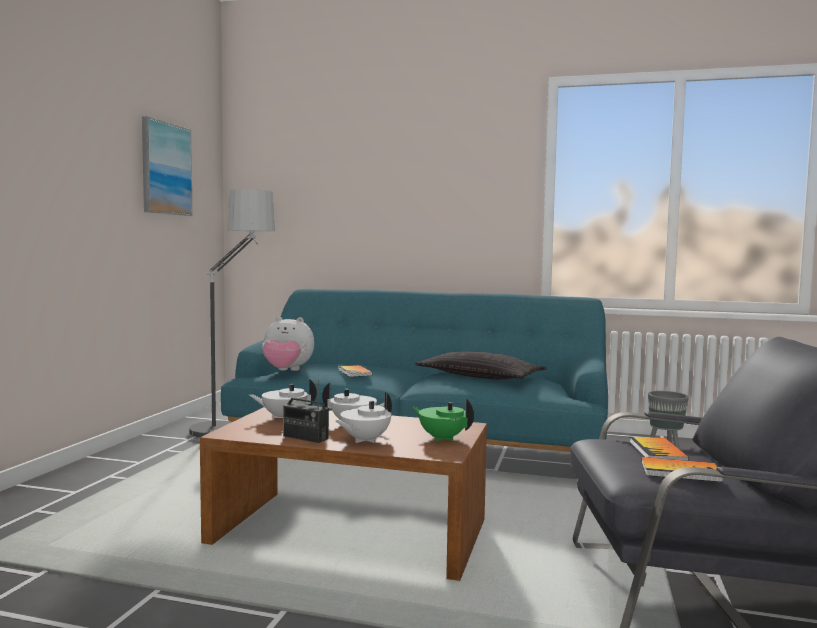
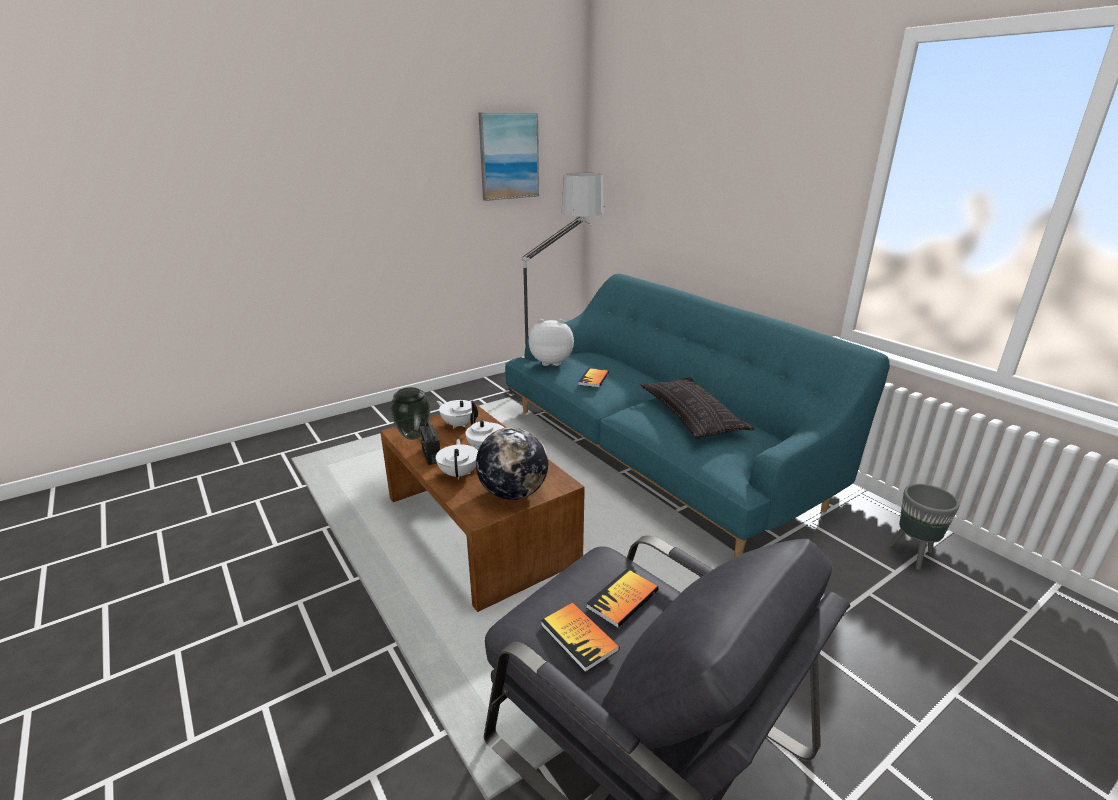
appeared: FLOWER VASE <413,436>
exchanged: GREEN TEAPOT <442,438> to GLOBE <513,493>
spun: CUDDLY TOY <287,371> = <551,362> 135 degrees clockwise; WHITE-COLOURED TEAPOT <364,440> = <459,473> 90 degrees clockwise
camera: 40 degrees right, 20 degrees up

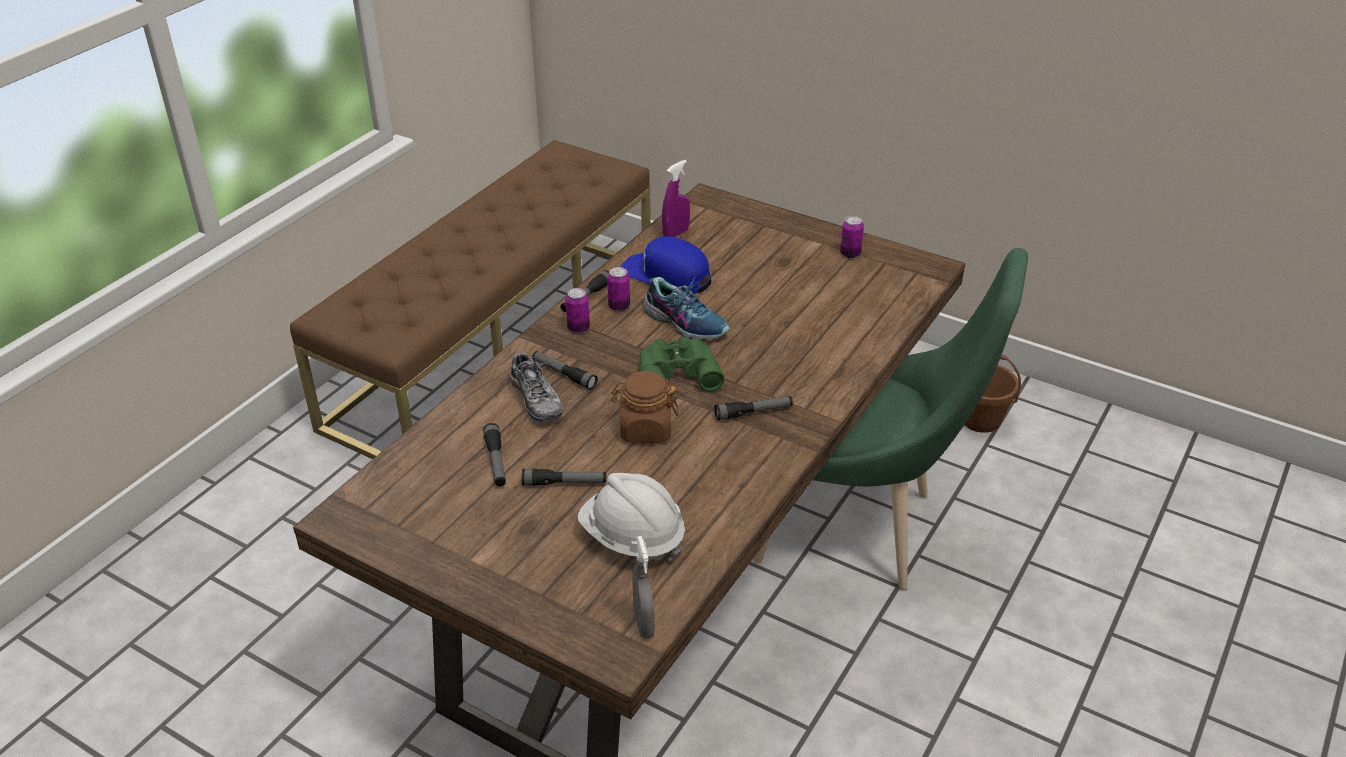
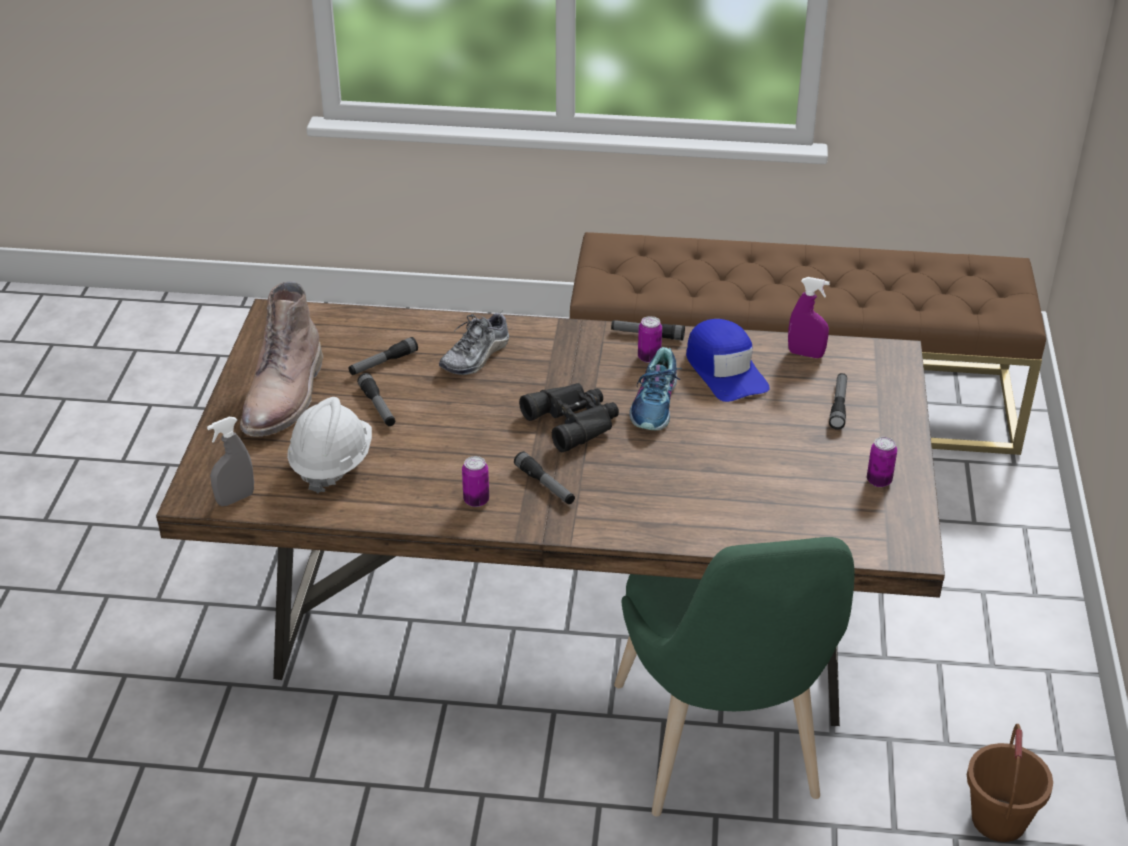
missing: BROWN PRESERVE JAR <645,429>
appeared: BROWN HIGH-TOP BOOT <285,396>
relocated: TORCH <564,374> to <838,405>; METAL CAN <578,328> to <476,500>
colour: GREEN PAIR OF BINOCULARS <676,371> to BLACKISH PAIR OF BINOCULARS <574,421>
spun: BLUE-COLOURED BASEBALL CAP <666,275> = <725,370> 150 degrees clockwise
camera: 65 degrees right, 0 degrees up

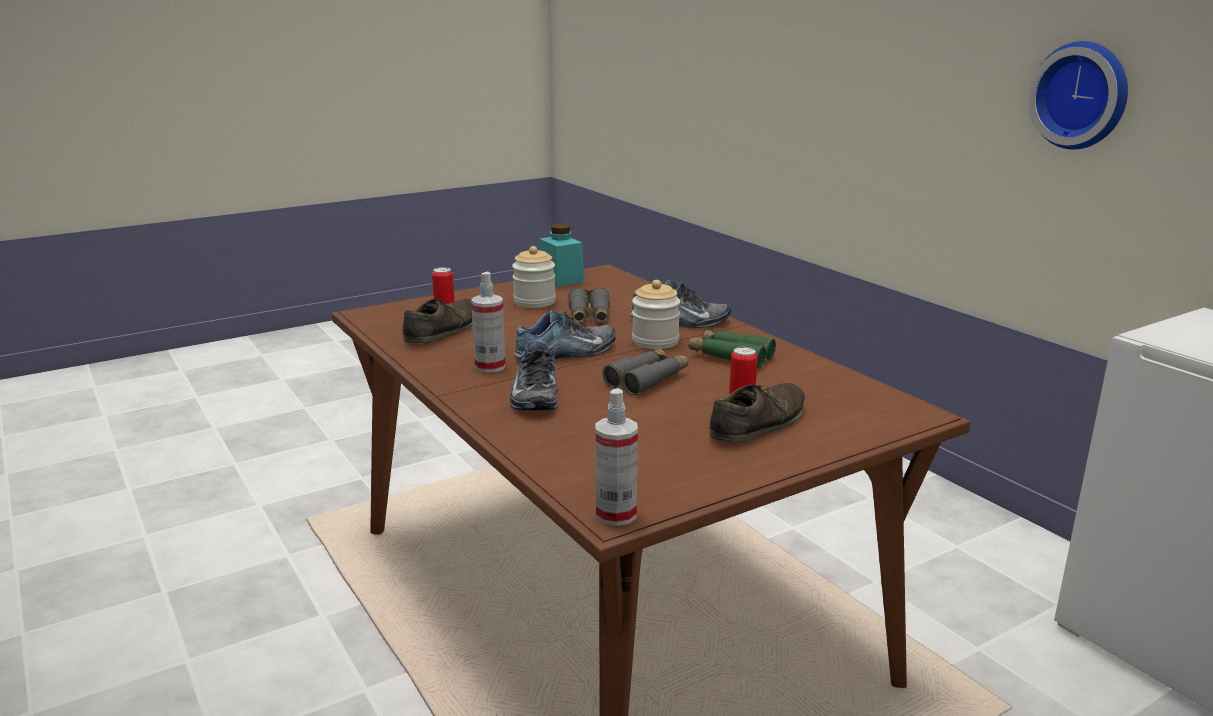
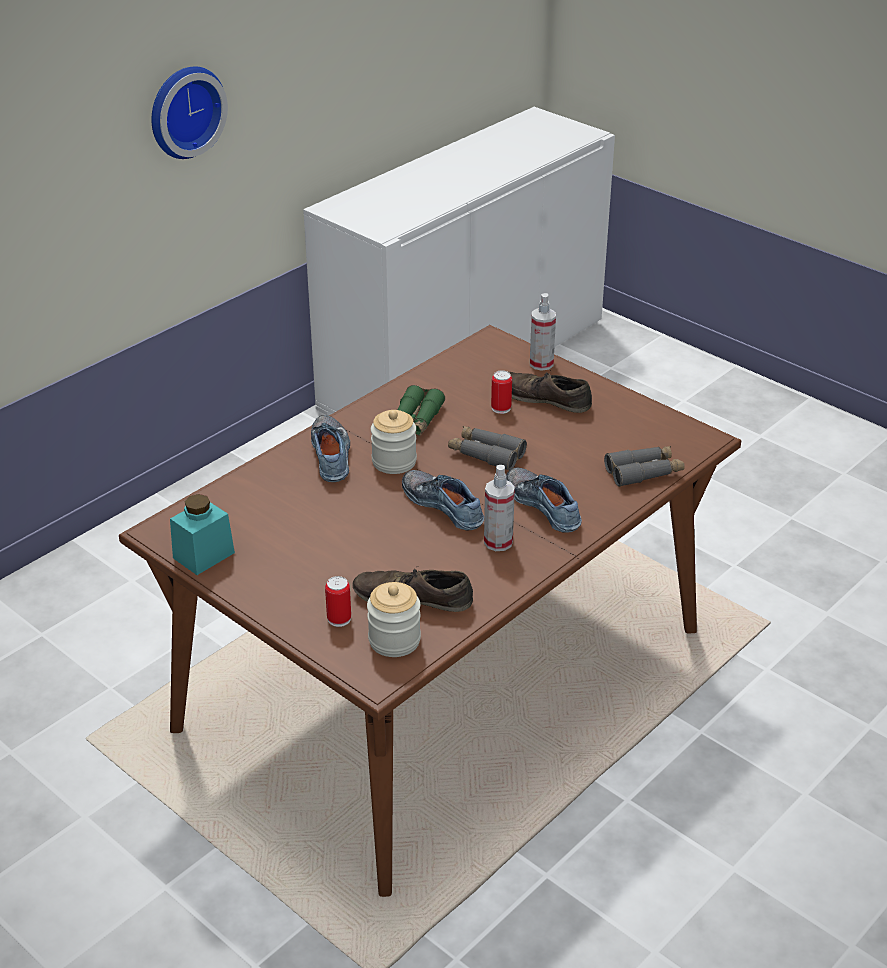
relocated: PRESERVE JAR <534,302> to <394,640>; GREYISH PAIR OF BINOCULARS <589,317> to <644,472>; SPRAY BOTTLE <616,514> to <541,364>
spun: LOW SHOE <533,393> = <545,505> 105 degrees counterclockwise
camera: 105 degrees left, 15 degrees up

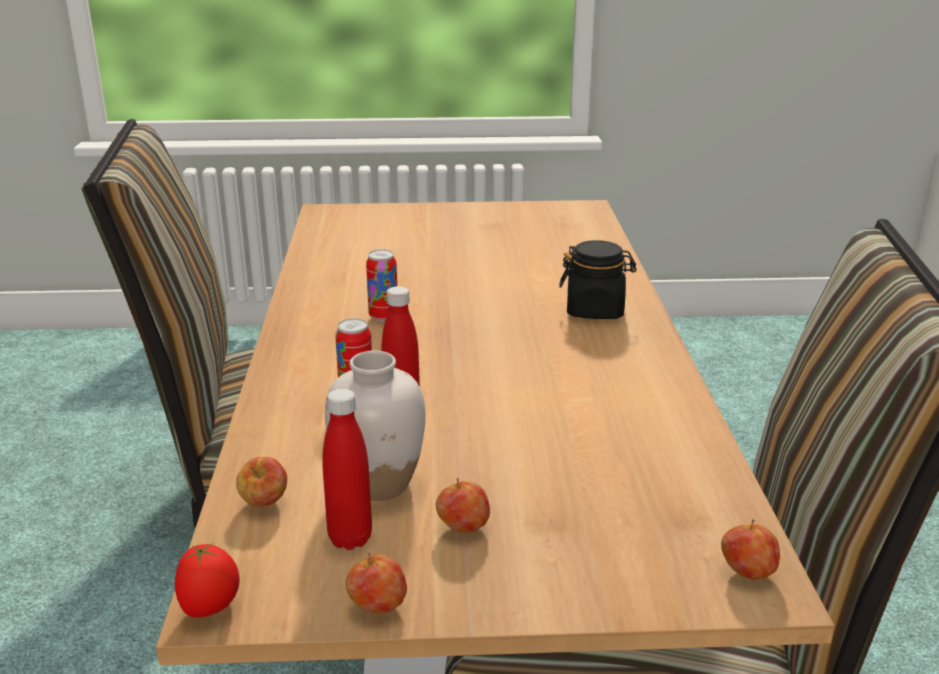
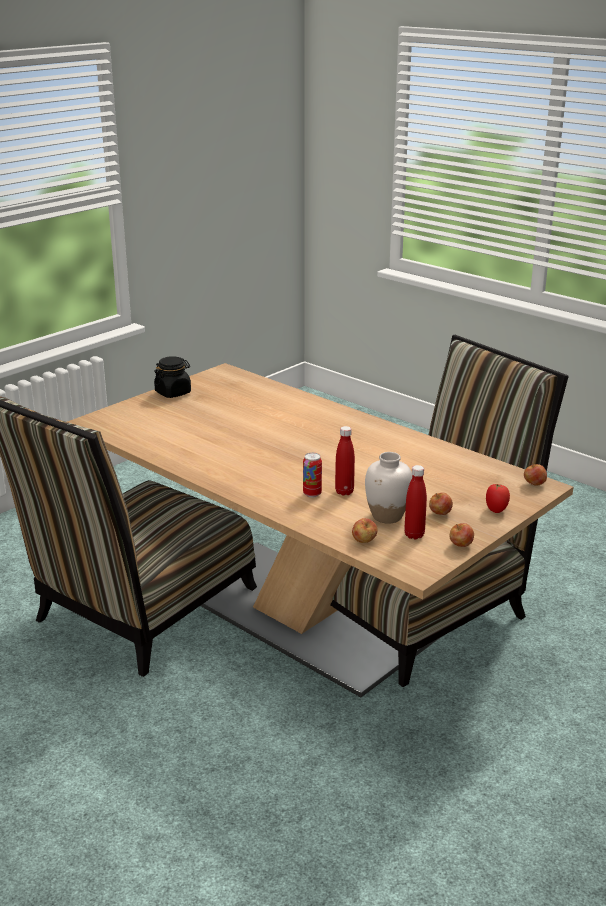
missing: METAL CAN <383,317>
relocated: WHOLE TOMATO <211,609> to <496,510>; BLACKISH PRESERVE JAR <595,310> to <173,393>
camera: 45 degrees left, 0 degrees up

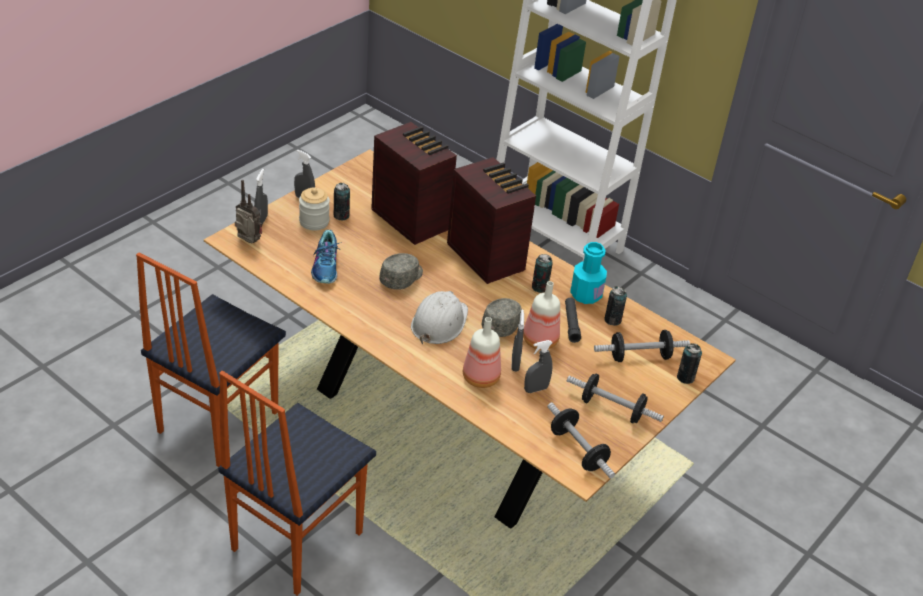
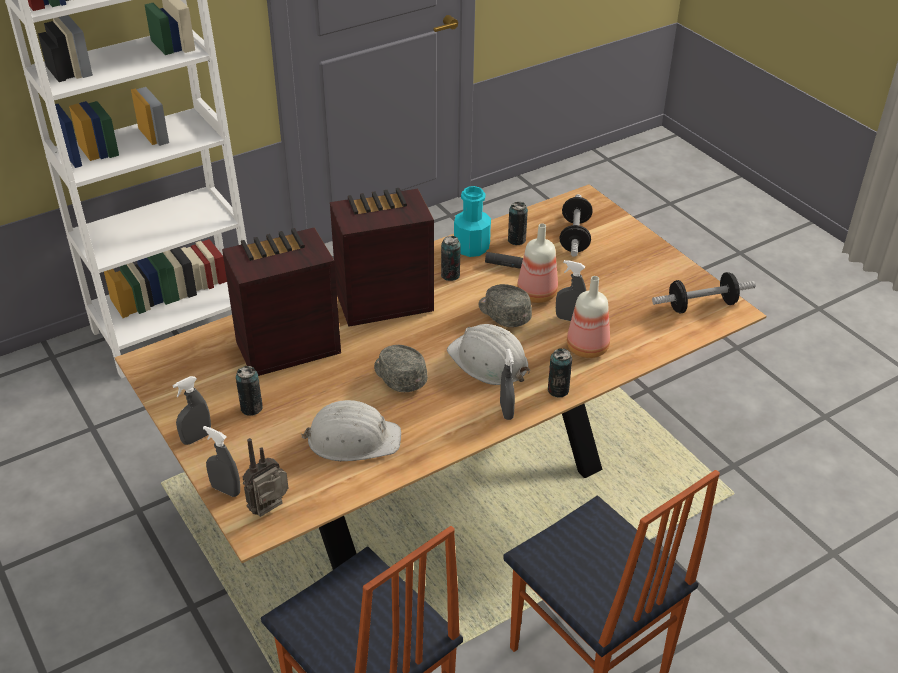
missing: PRESERVE JAR <314,222>; DUMBBELL <612,409>
relocated: GREYISH SPRAY BOTTLE <536,389> to <506,411>; METAL CAN <685,377> to <558,390>
exchanged: LOW SHOE <326,266> to WHITE-COLOURED HARD HAT <353,439>
camera: 70 degrees left, 0 degrees up

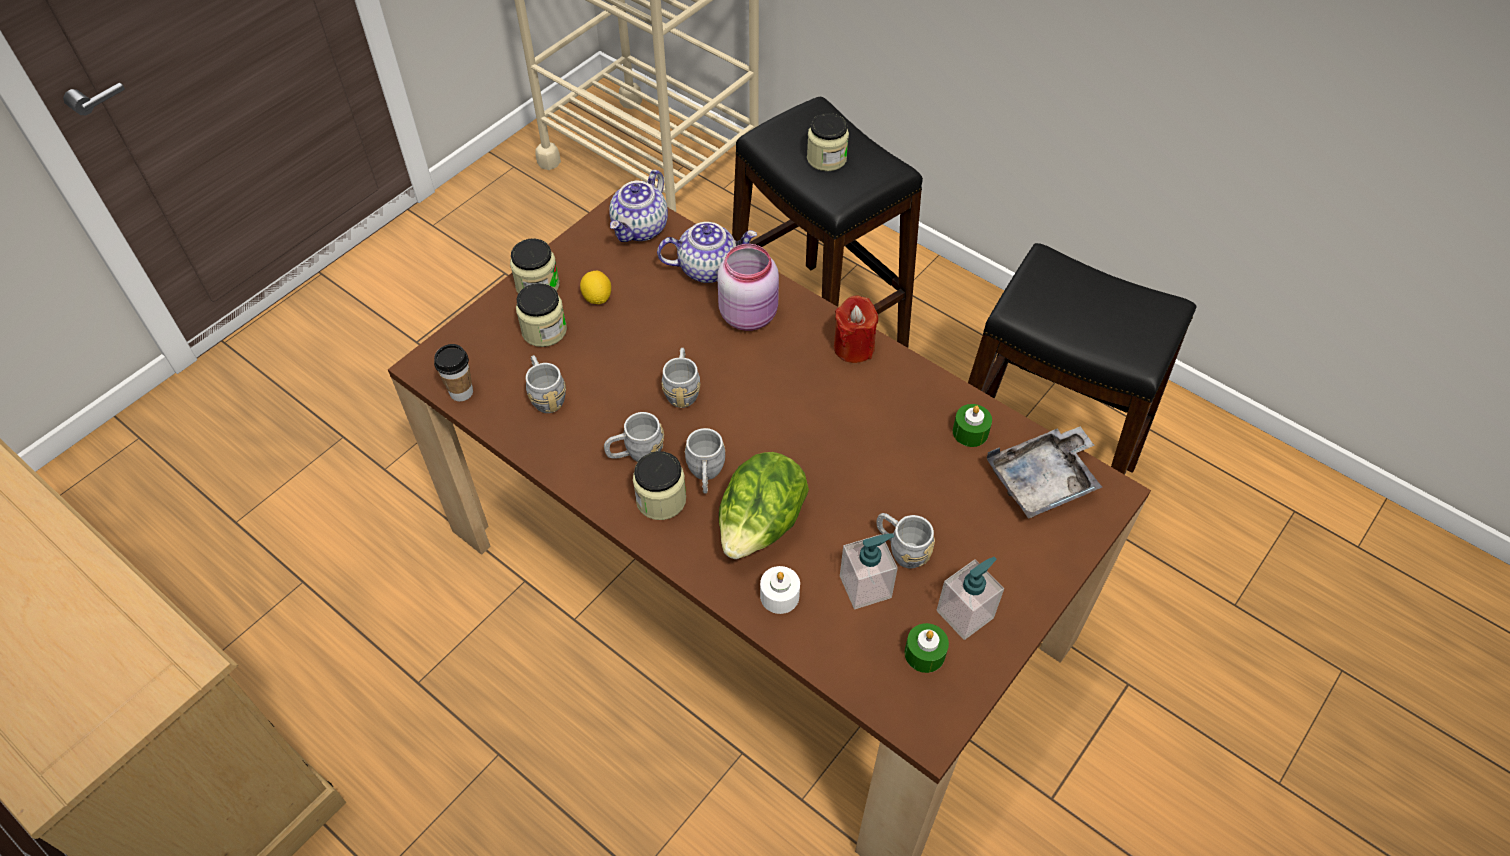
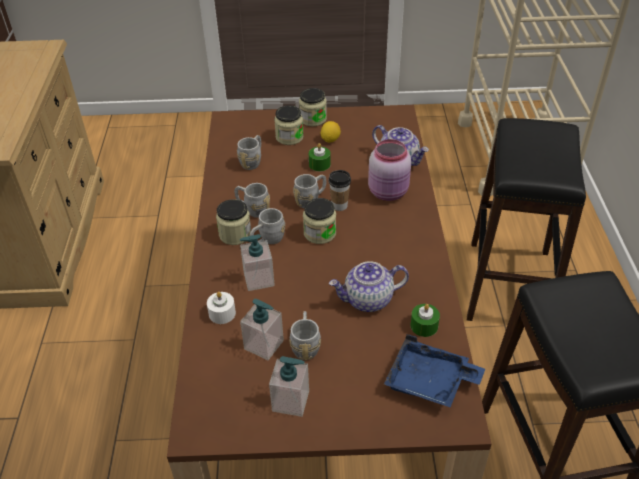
missing: REDDISH WAX CANDLE <853,347>
relocated: SMALL CUP <461,392> to <339,206>; TEAPOT <640,228> to <368,300>; PRESERVE JAR <826,158> to <320,233>; GREEN WAX CANDLE <924,653> to <319,164>
exchanged: HEAD OF LETTUCE <760,526> to SOAP DISPENSER <258,279>
colour: GREYISH CARRYING TRAY <1043,481> to BLUE-COLOURED CARRYING TRAY <429,382>
camera: 50 degrees right, 10 degrees down

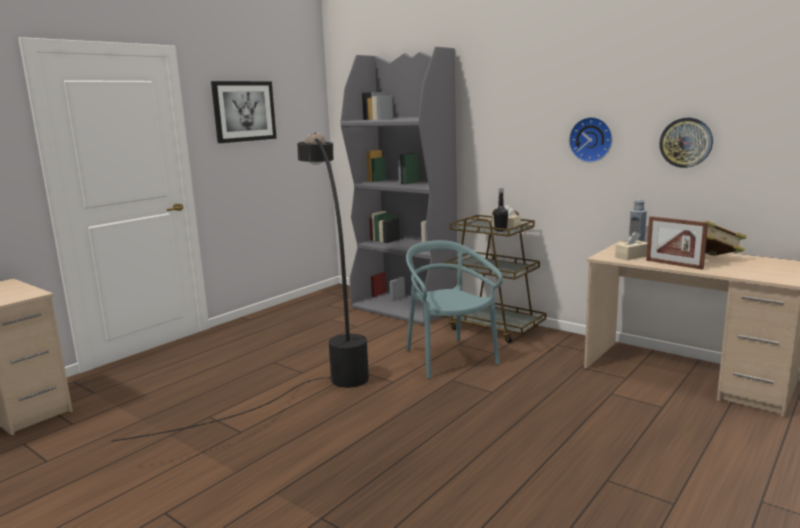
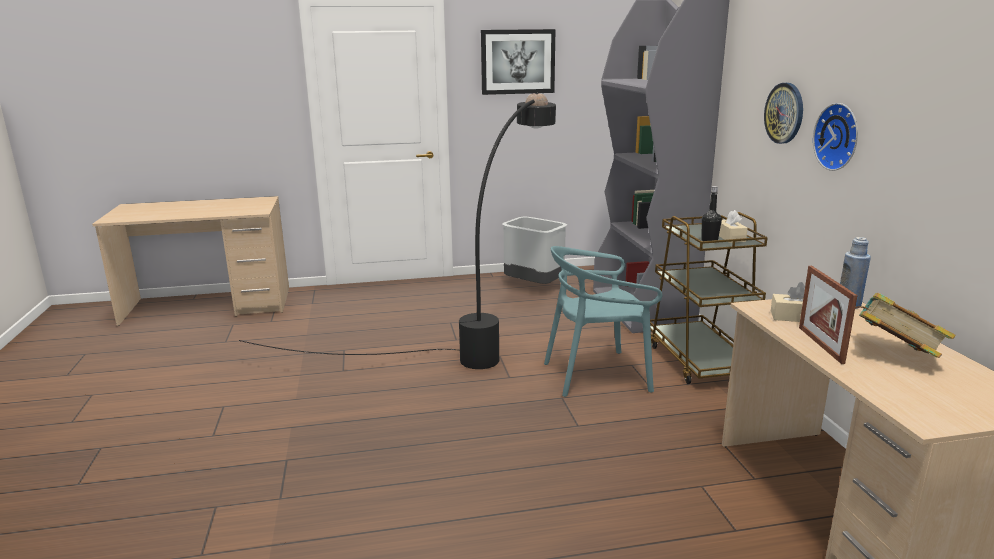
appeared: GREYISH WASTE BIN <534,286>
relocated: CLOCK ON THE WALL <686,142> to <784,113>
spun: TURQUOISE CHAIR <448,358> = <597,375> 120 degrees counterclockwise
camera: 40 degrees right, 5 degrees up

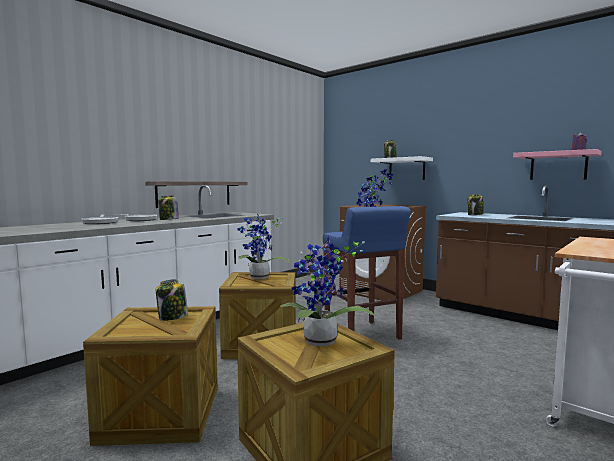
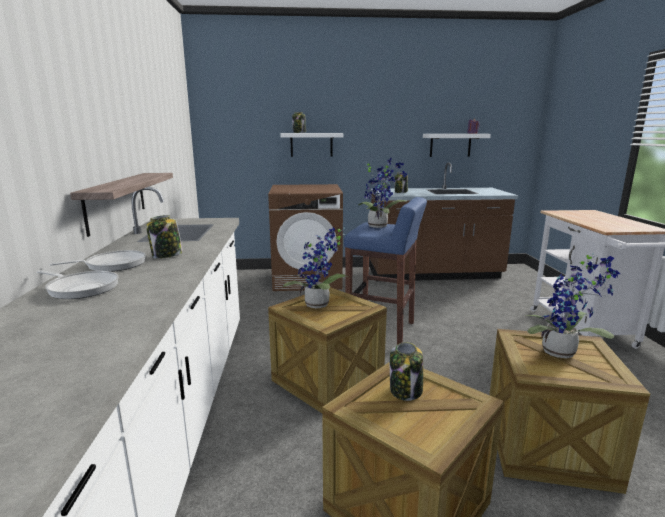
colour: PINK SHELF <558,166> to WHITE-COLOURED SHELF <450,145>
camera: 45 degrees left, 10 degrees up

